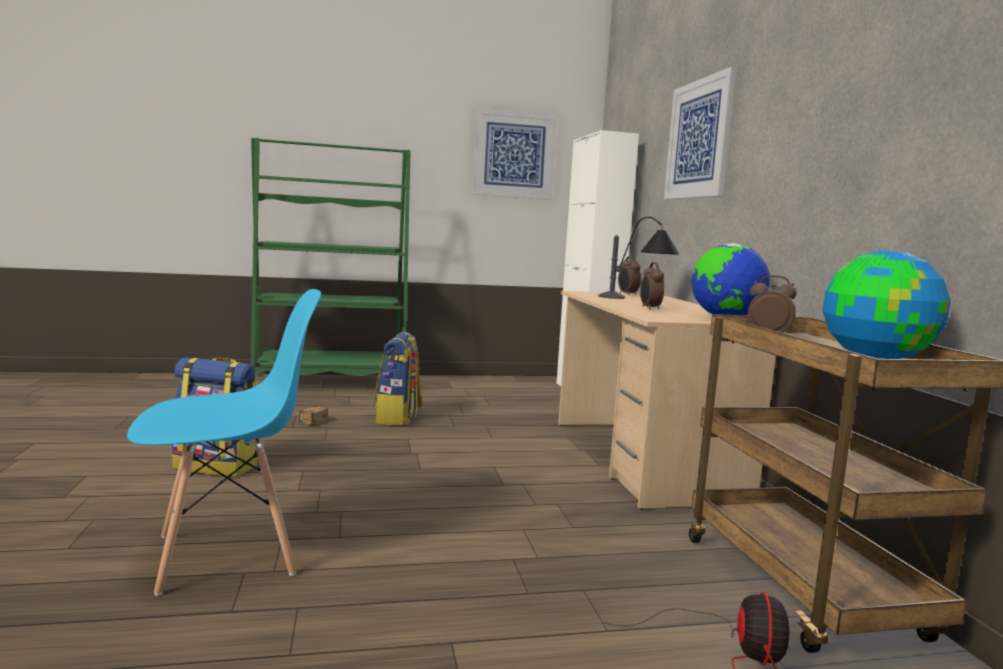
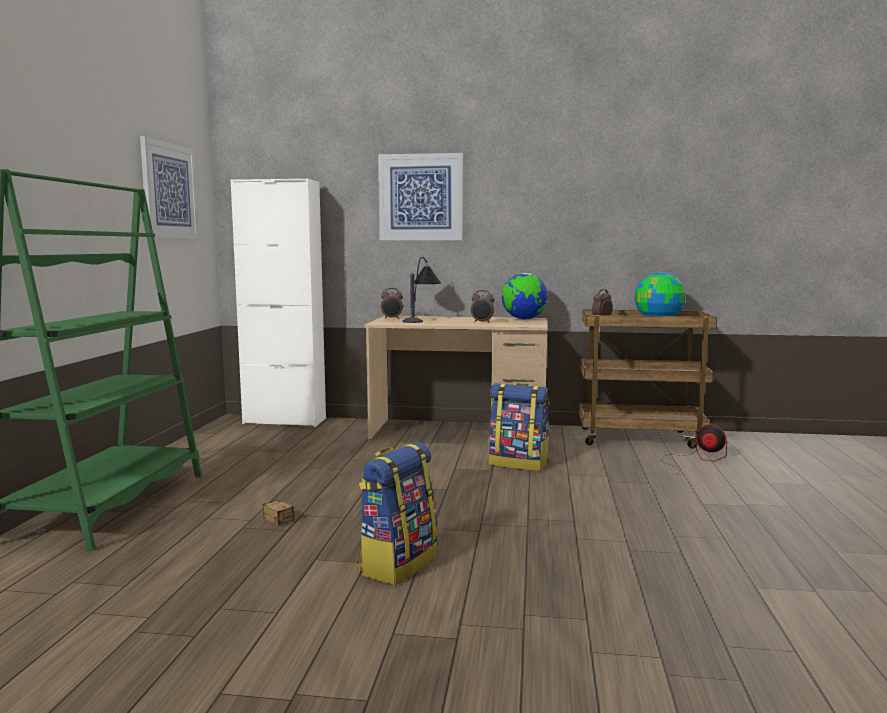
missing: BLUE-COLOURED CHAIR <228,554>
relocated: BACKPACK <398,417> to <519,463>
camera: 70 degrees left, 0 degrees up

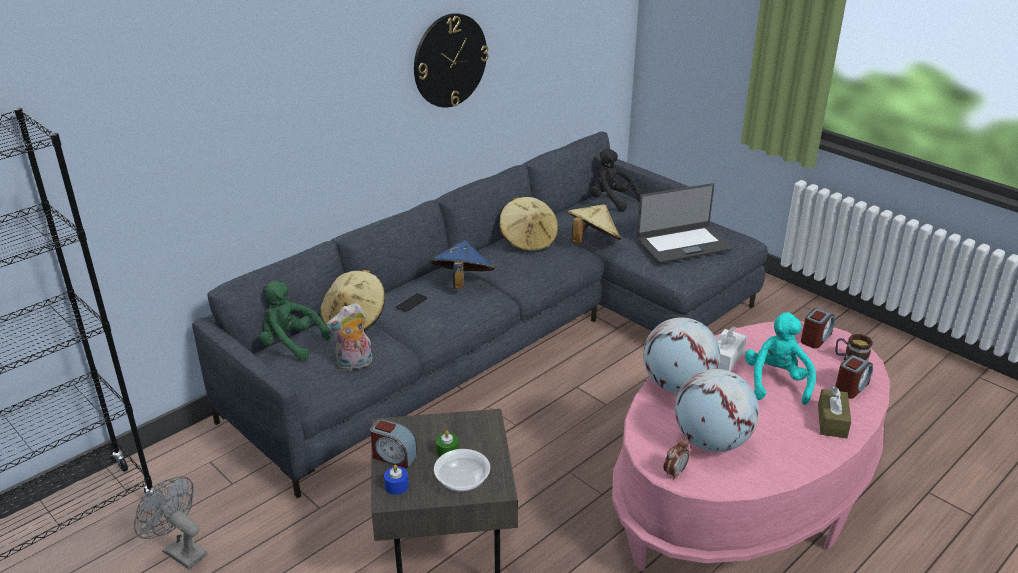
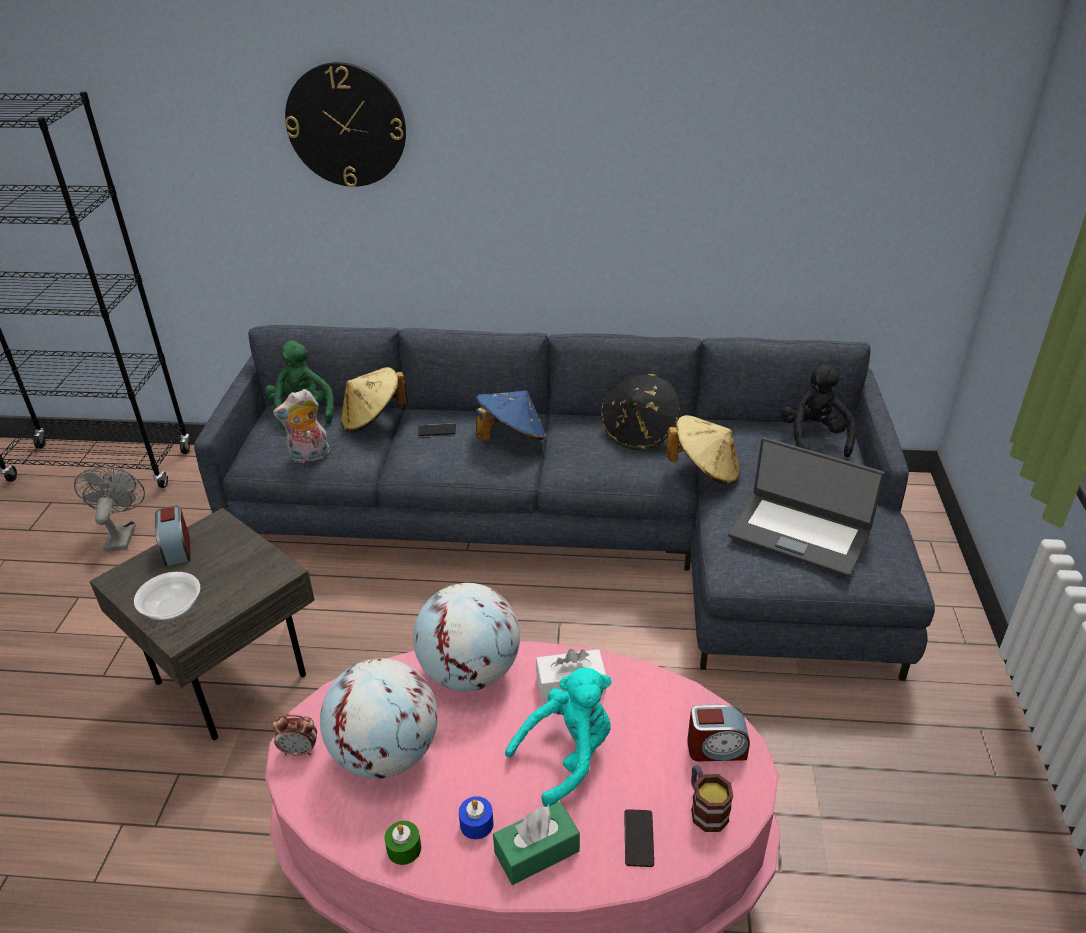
relocated: BLUE-COLOURED WAX CANDLE <396,486> to <476,824>; CLOCK ON THE WALL <449,60> to <346,125>; GREEN WAX CANDLE <447,451> to <404,849>
exchanged: ALARM CLOCK <851,387> to TELEPHONE <638,838>
colour: SAND-COLOURED HAT <528,241> to BLACKISH HAT <639,432>; BROWN TISSUE HOLDER <832,421> to GREEN TISSUE HOLDER <537,852>
spun: CUDDLY TOY <354,364> = <309,457> 45 degrees counterclockwise
camera: 50 degrees right, 5 degrees up

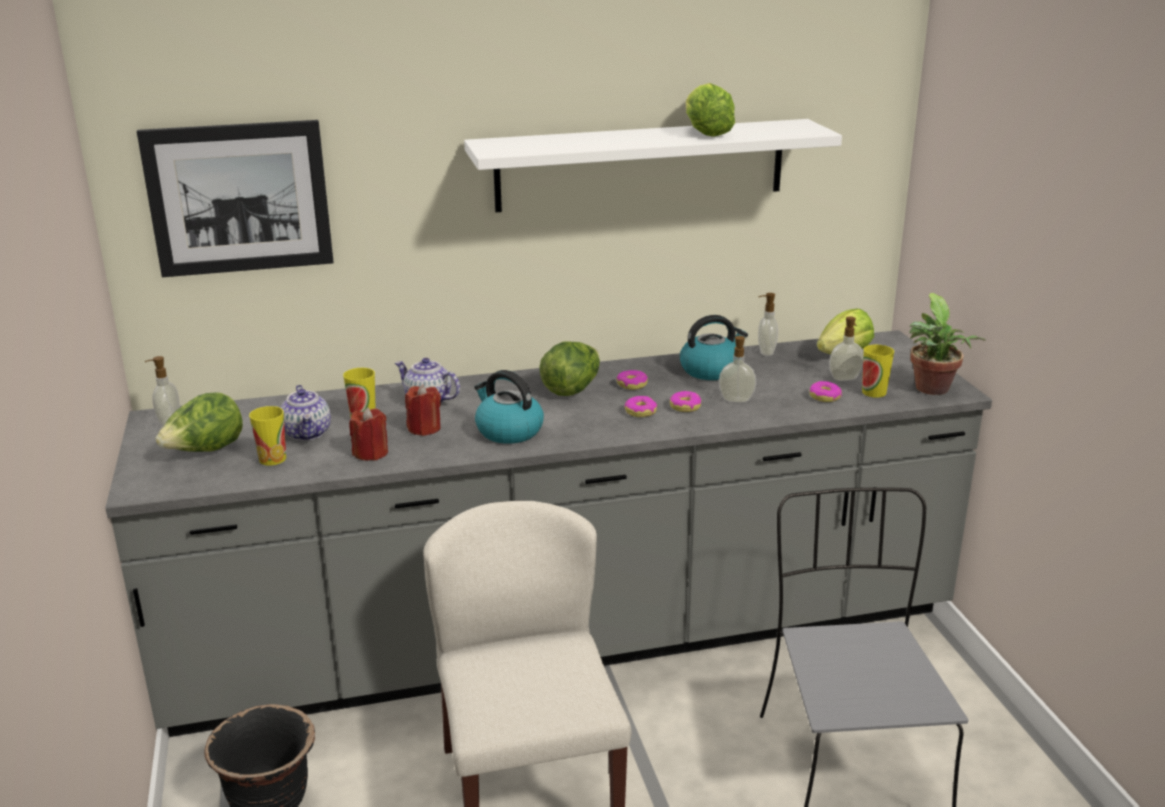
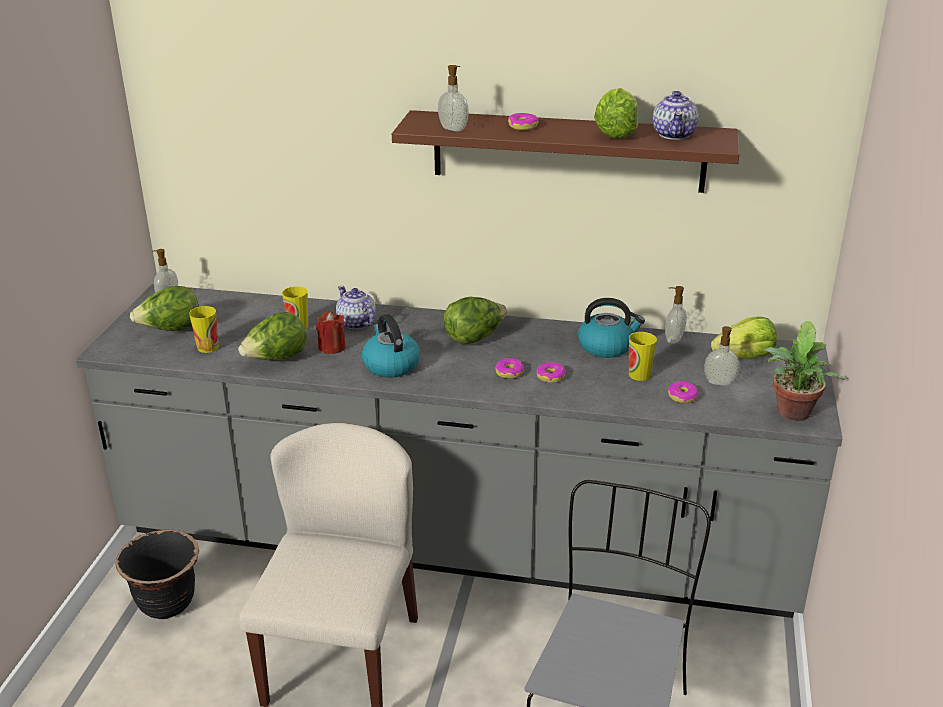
missing: WALL ART <239,198>
relocated: TEAPOT <308,433> to <674,135>; DONUT <632,384> to <523,126>; SOAP DISPENSER <736,399> to <454,129>; SMALL CUP <874,392> to <639,375>
exchanged: REDDISH WAX CANDLE <371,453> to HEAD OF LETTUCE <276,359>
colour: WHITE-COLOURED SHELF <641,165> to BROWN SHELF <568,151>
camera: 25 degrees right, 5 degrees up

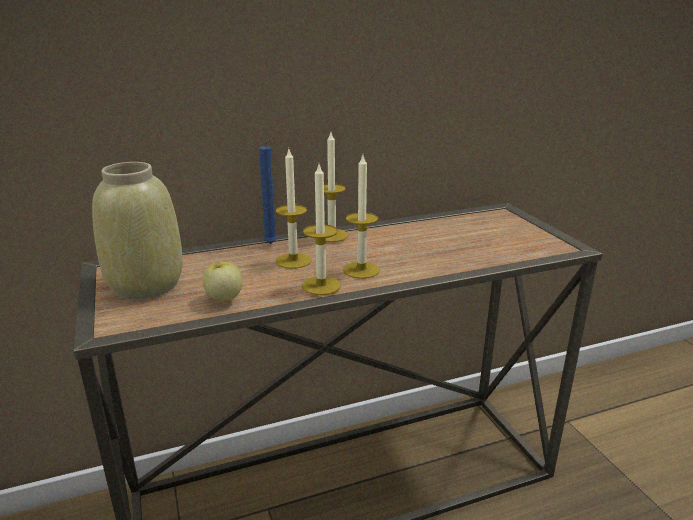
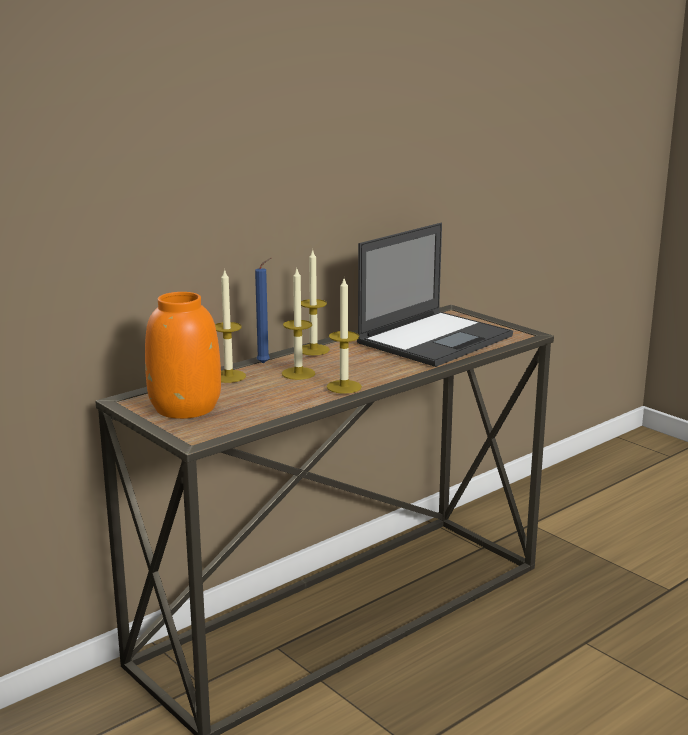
missing: APPLE <224,298>
appeared: LAPTOP <436,339>
relocated: WAX CANDLE <361,270> to <228,376>
colour: SAND-COLOURED FLOWER VASE <147,285> to ORANGE FLOWER VASE <186,407>
camera: 20 degrees left, 5 degrees down

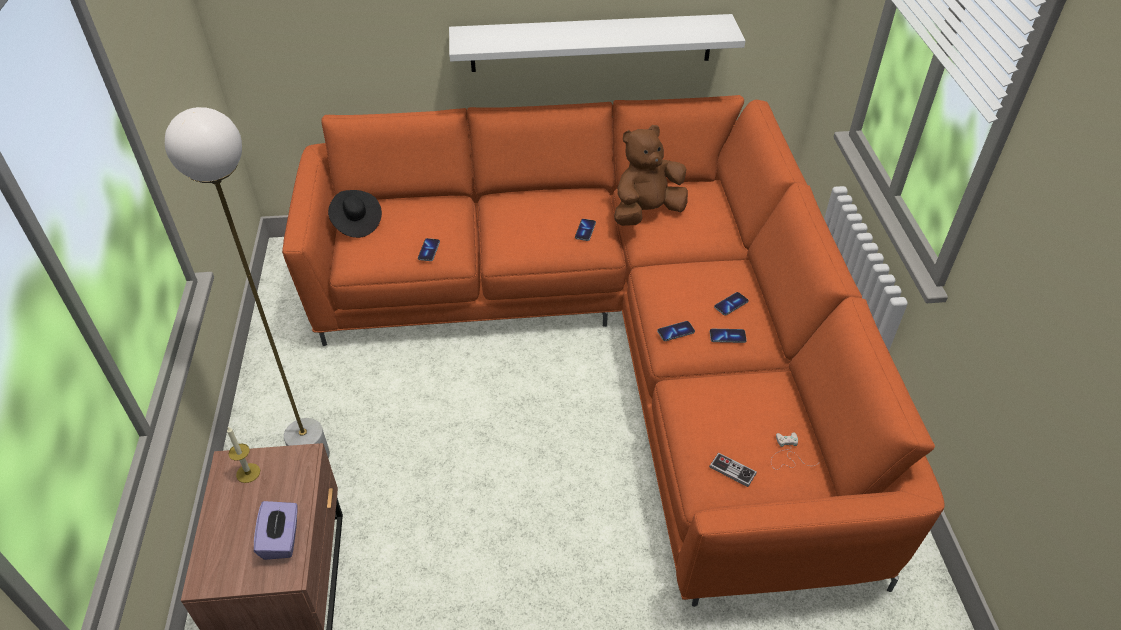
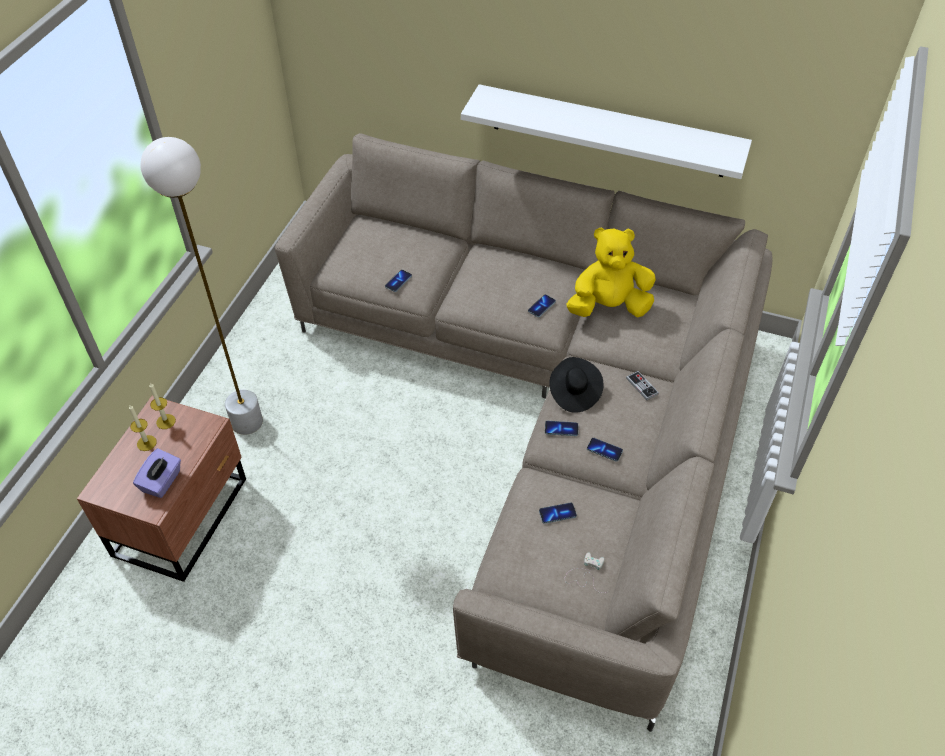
appeared: WAX CANDLE <146,443>
relocated: BLACKISH HAT <356,223> to <574,393>; GAMEPAD <732,470> to <642,386>; TELEPHONE <731,304> to <557,513>
colour: ORANGE SOFA <614,337> to SAND-COLOURED SOFA <546,410>; BROWN CUDDLY TOY <646,212> to YELLOW-COLOURED CUDDLY TOY <608,307>
camera: 25 degrees right, 5 degrees up

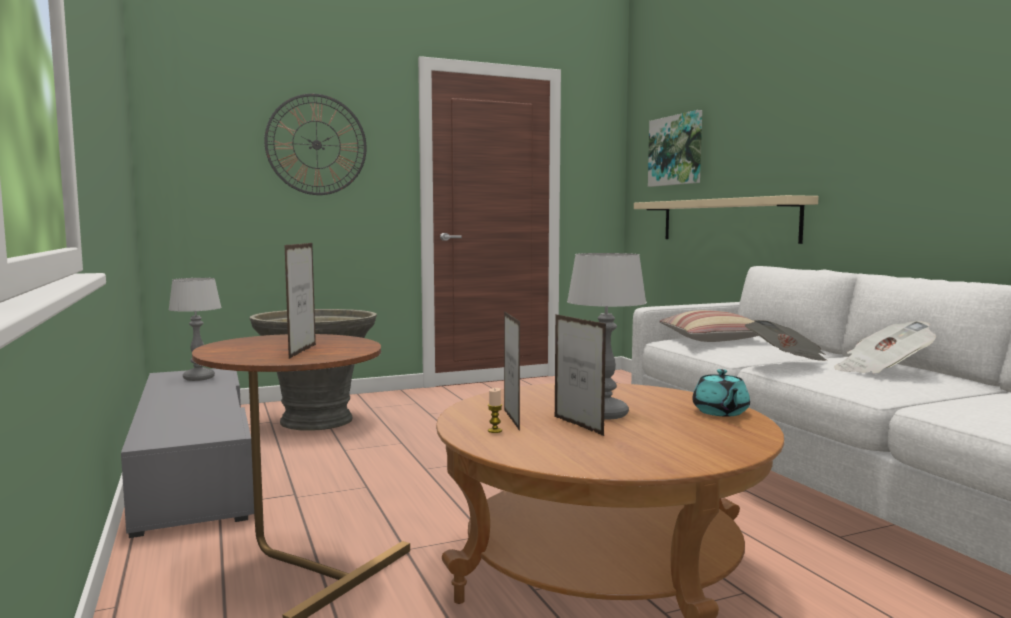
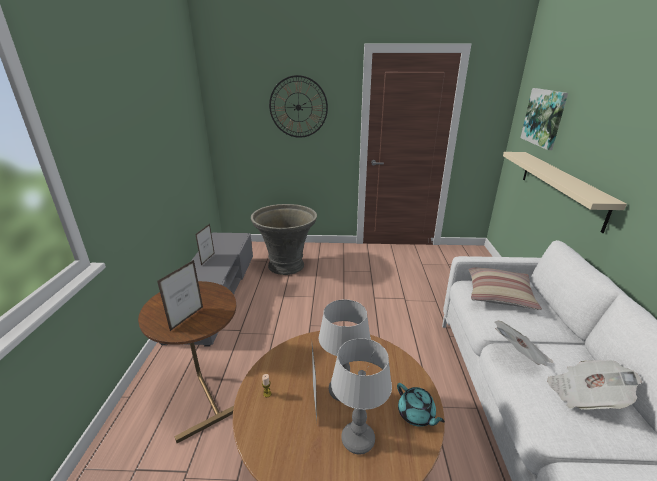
relocated: TABLETOP LAMP <199,378> to <358,440>; PICTURE FRAME <511,420> to <208,259>
spun: TURQUOISE TEAPOT <720,412> = <416,414> 60 degrees counterclockwise
camera: 25 degrees right, 20 degrees up

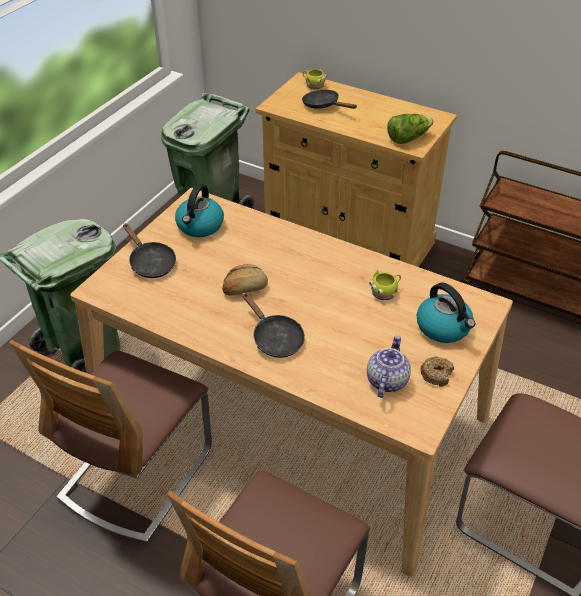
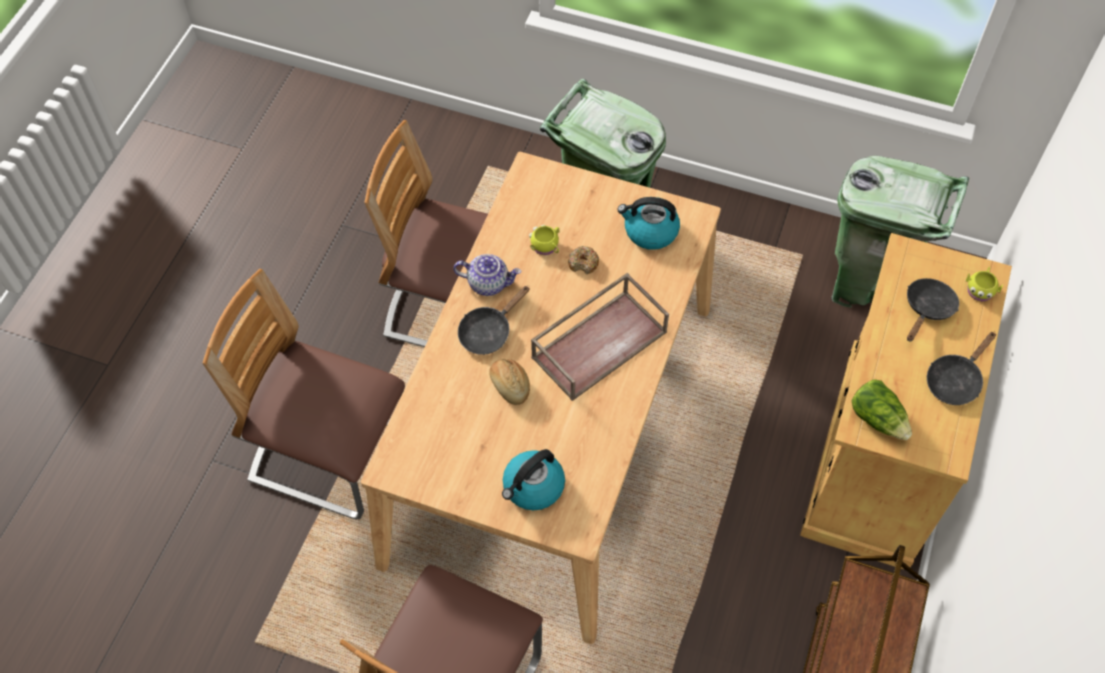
appeared: BROWN CARRYING TRAY <599,343>
relocated: BLACKISH SKILLET <150,263> to <955,380>; BREAD <244,288> to <510,385>; TEAPOT <386,380> to <488,283>; YELLOW-COLOURED TEA MUG <385,292> to <546,247>; DONUT <436,374> to <583,263>
camera: 80 degrees right, 15 degrees up

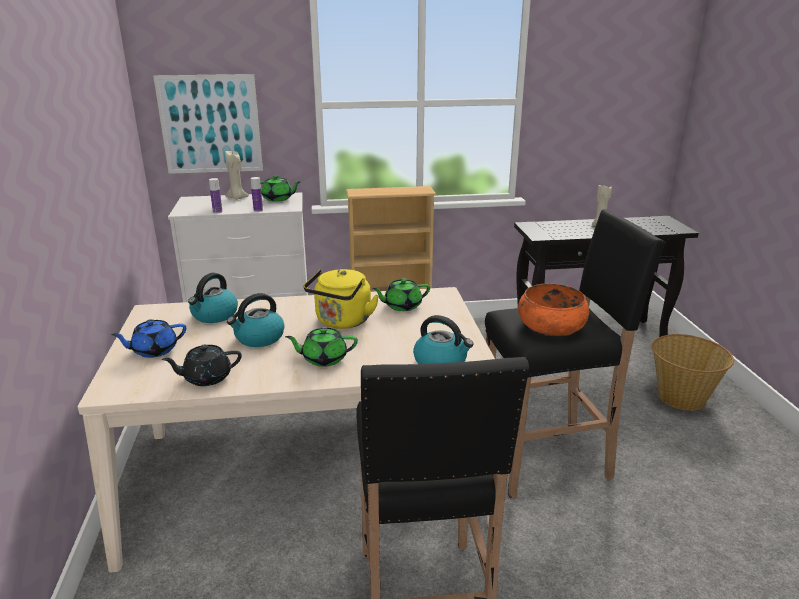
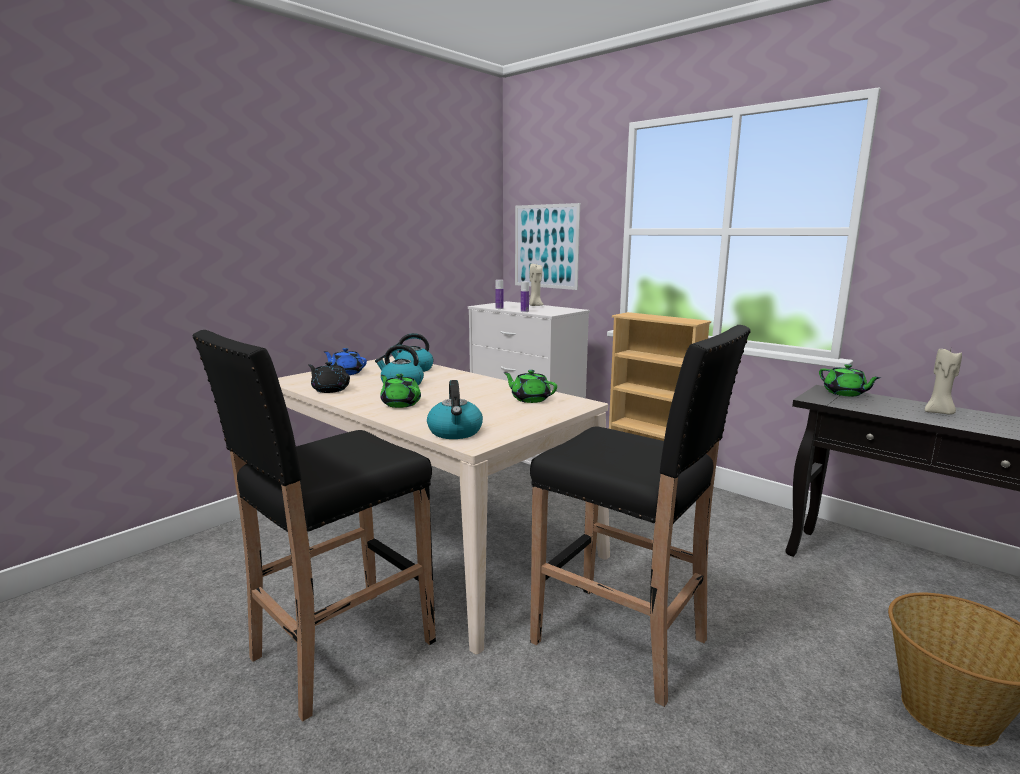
missing: YELLOW-COLOURED KETTLE <342,322>; ORANGE SERVING BOWL <551,325>
relocated: GREEN TEAPOT <278,199> to <844,393>
camera: 50 degrees right, 10 degrees down

